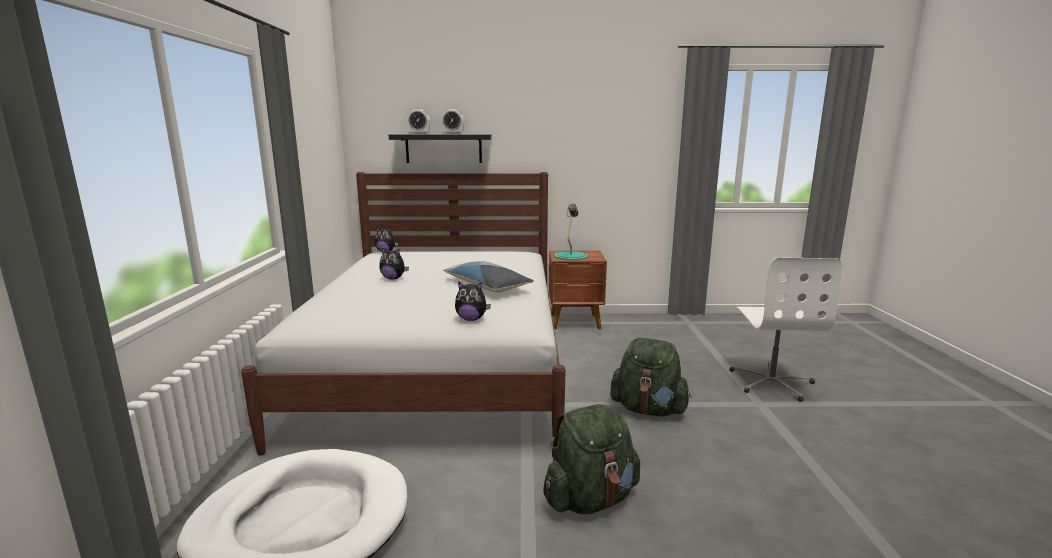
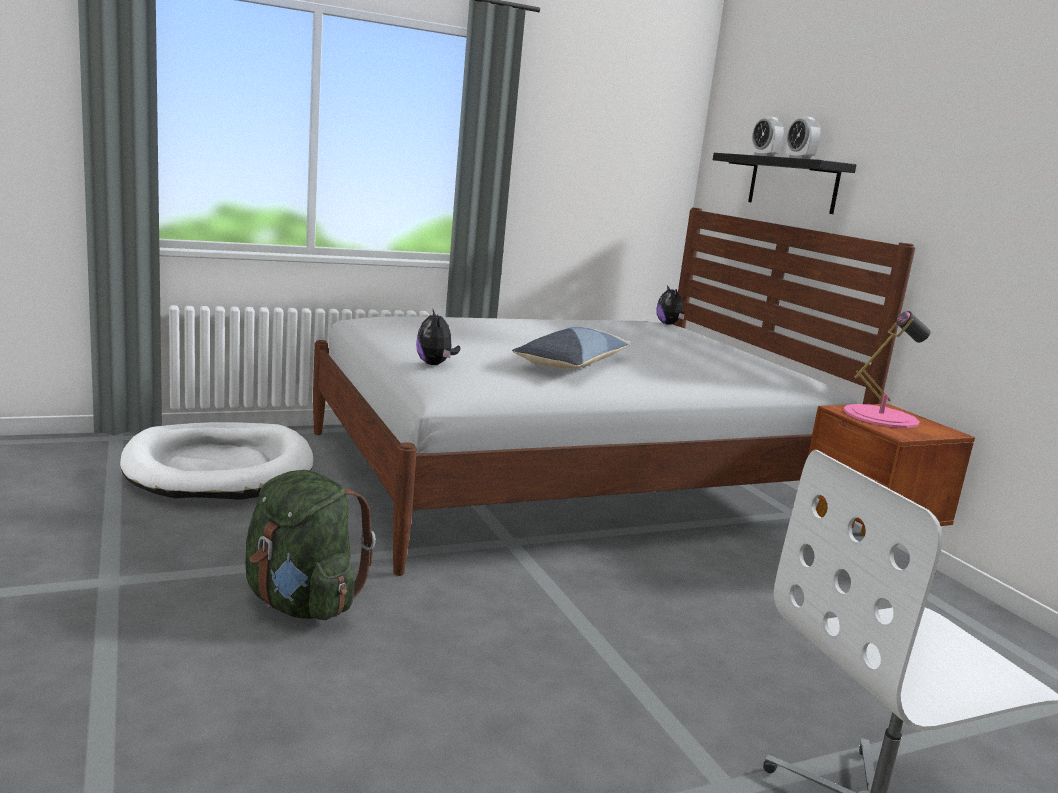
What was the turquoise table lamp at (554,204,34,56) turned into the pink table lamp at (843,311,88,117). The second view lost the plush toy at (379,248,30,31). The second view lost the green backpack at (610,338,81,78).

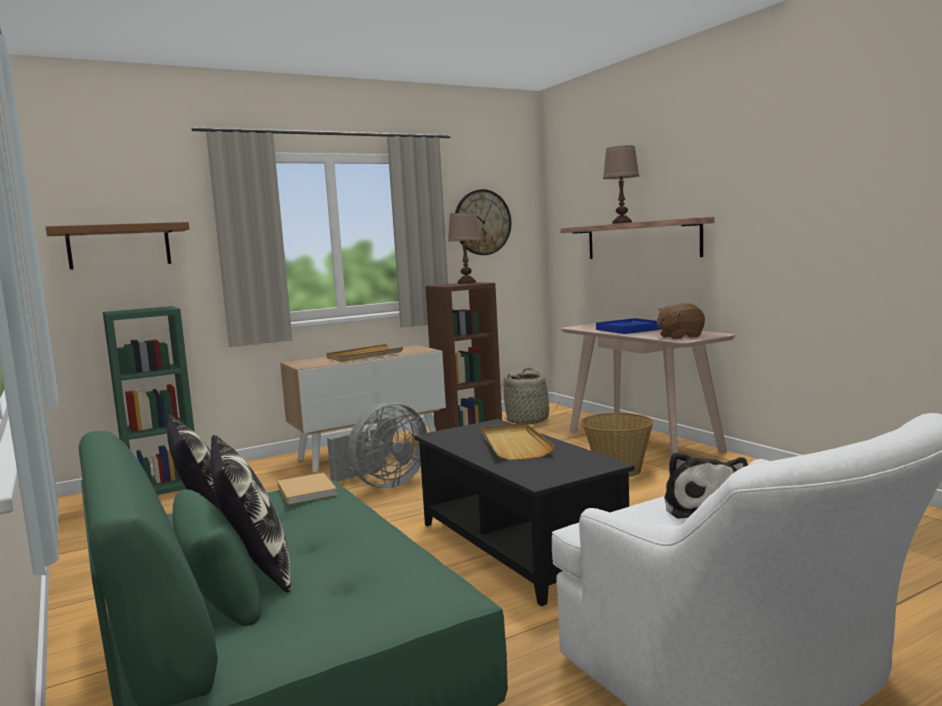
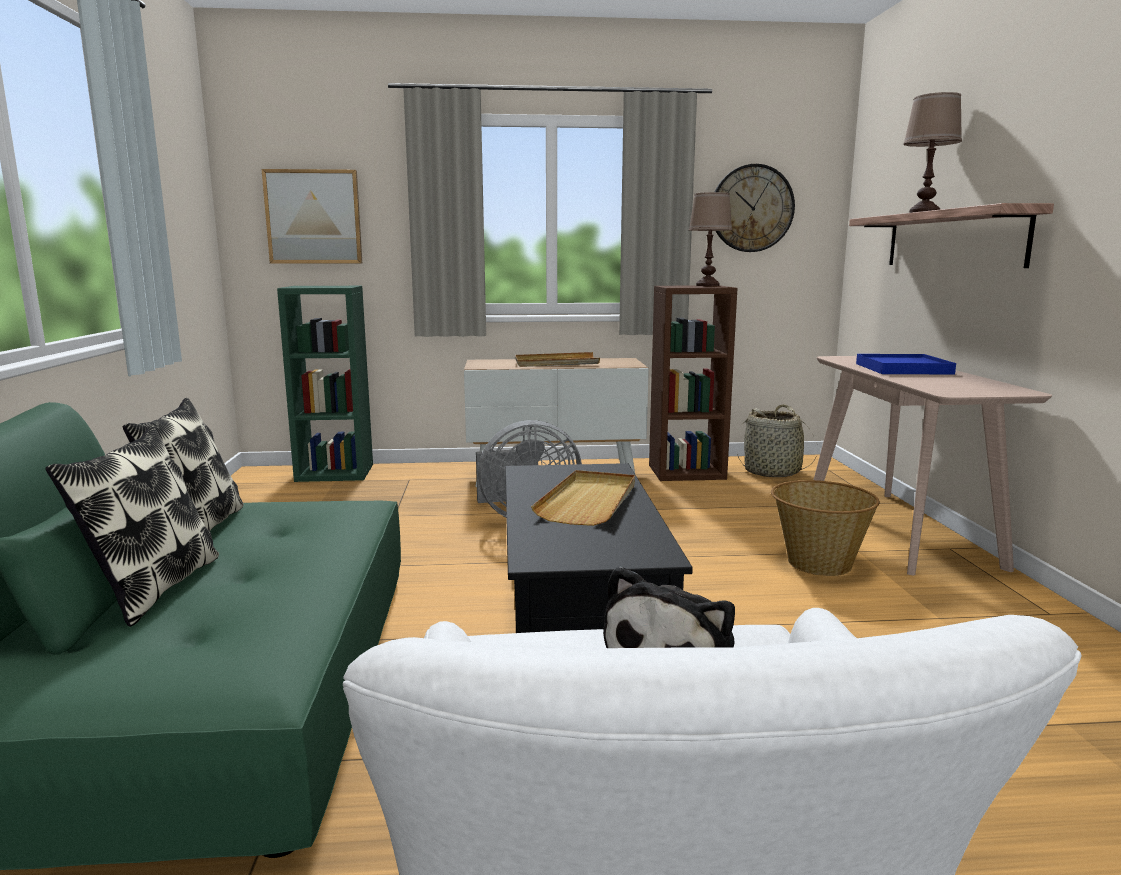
Where the brown shelf hung at (46,222,143,48), the picture came to hang at (262,169,100,94). The second view lost the brown plush toy at (657,303,48,36). The second view lost the beige book at (277,473,60,32).

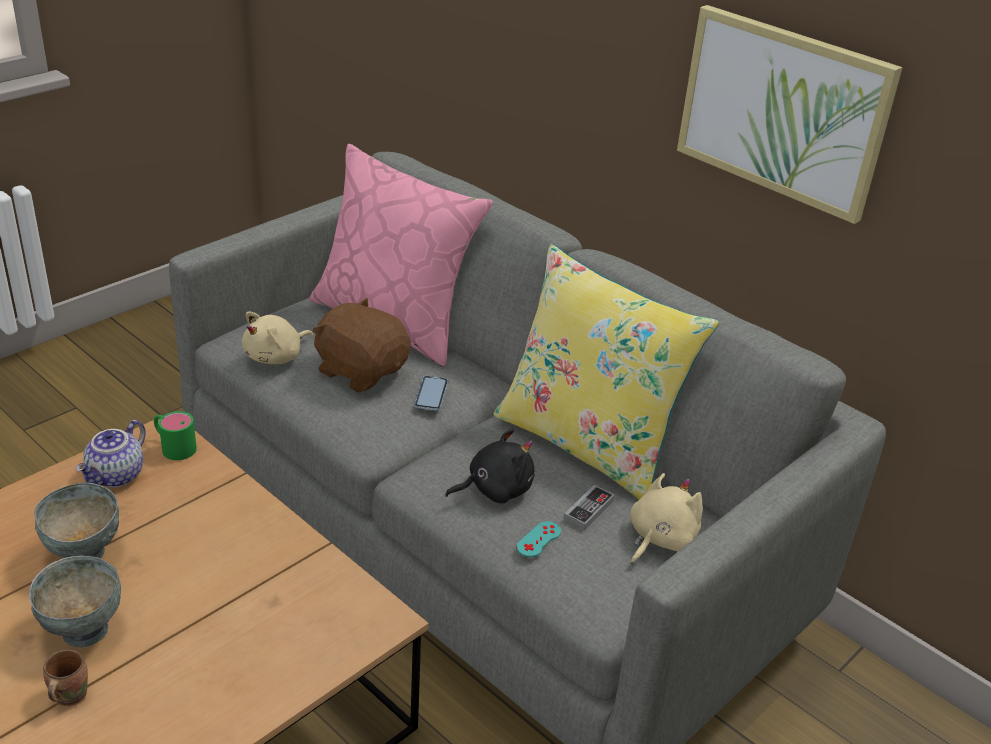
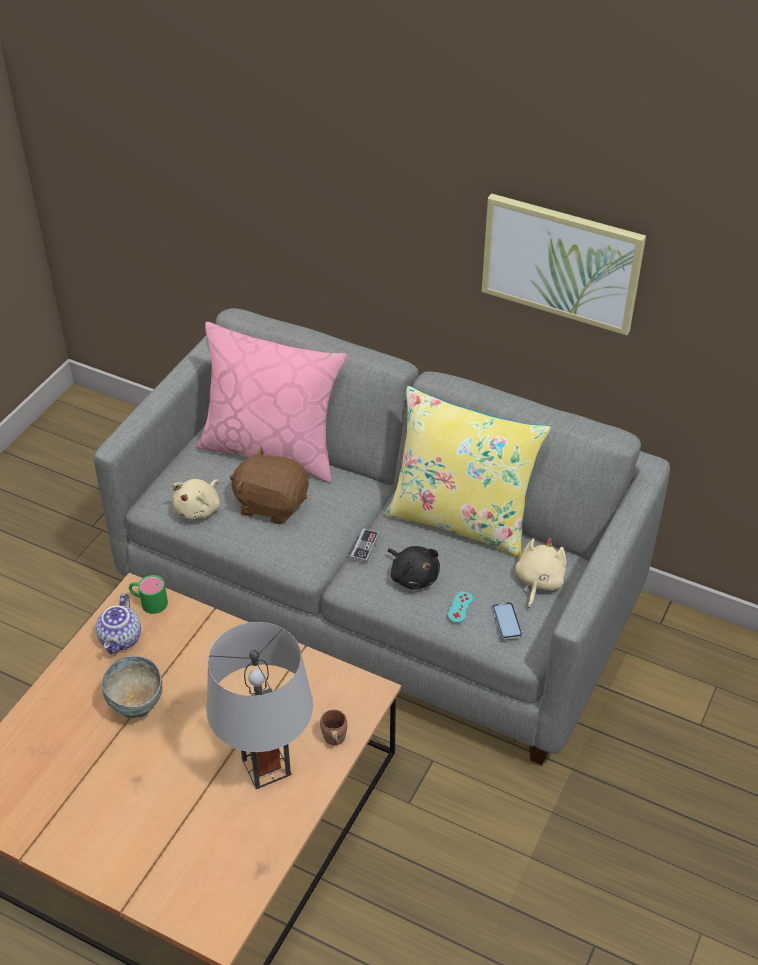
The phone ended up elsewhere, having gone from (414,376,34,35) to (492,602,31,38). The black plush toy at (445,429,90,74) ended up facing another way, 90 degrees clockwise from before. The game controller ended up elsewhere, having gone from (564,485,50,45) to (350,528,29,36). The second view lost the grey bowl at (29,556,92,91). The brown mug ended up elsewhere, having gone from (43,650,45,56) to (320,709,28,36). The second view gained the grey table lamp at (207,622,106,167).

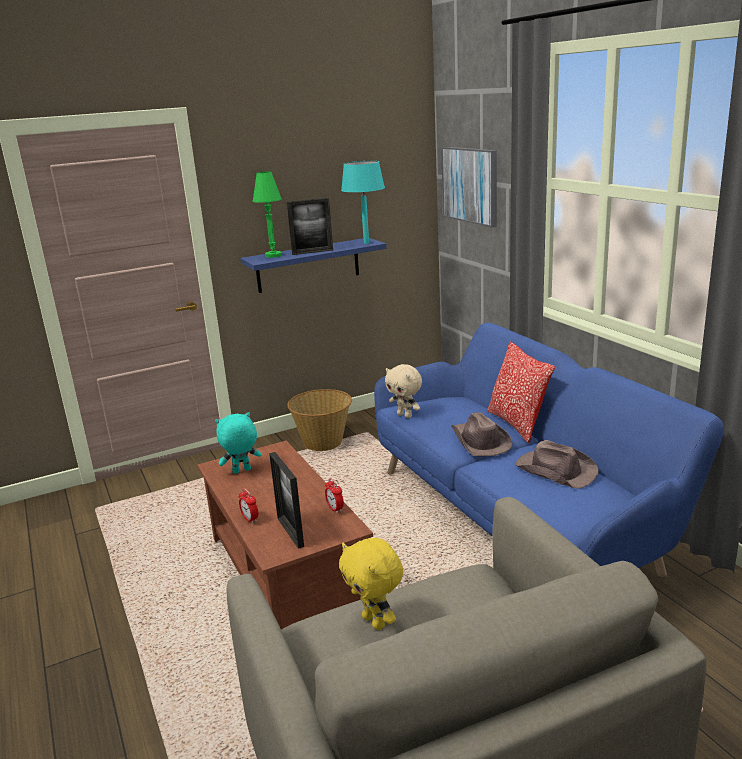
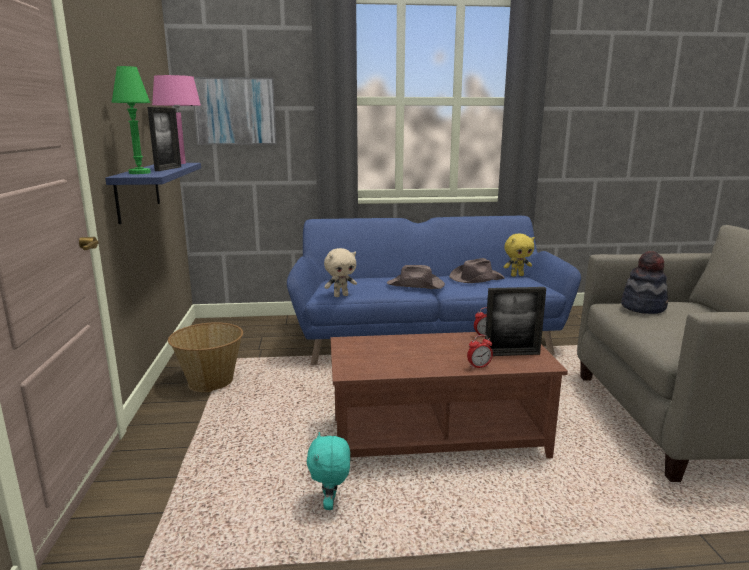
What was the turquoise table lamp at (341,161,44,83) turned into the pink table lamp at (152,75,49,89). The second view lost the pillow at (487,342,68,101). The turquoise plush toy ended up elsewhere, having gone from (215,412,47,62) to (307,432,43,78). The yellow plush toy ended up elsewhere, having gone from (339,538,64,92) to (504,234,31,43). The second view gained the hat at (621,251,47,63).

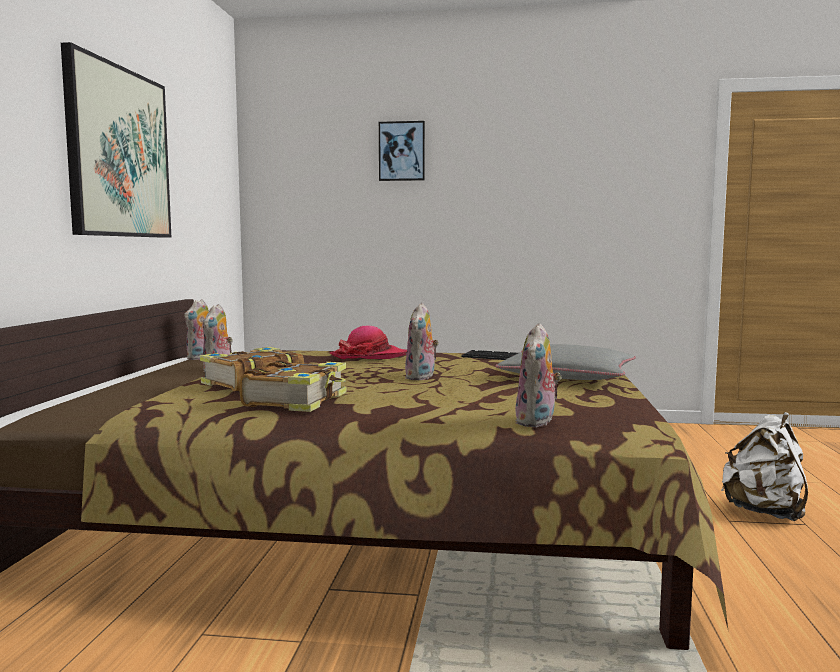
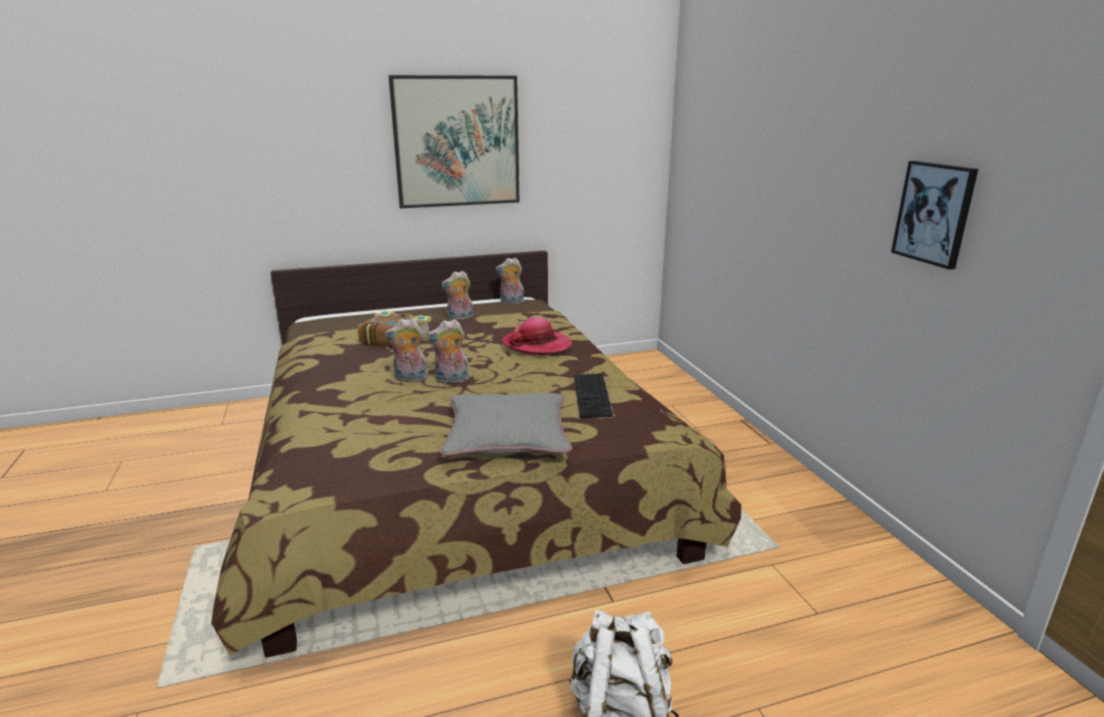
The picture ended up elsewhere, having gone from (379,121,46,60) to (891,161,87,109). The plush toy ended up elsewhere, having gone from (515,323,47,104) to (385,318,43,64). The second view lost the book at (240,360,106,52).

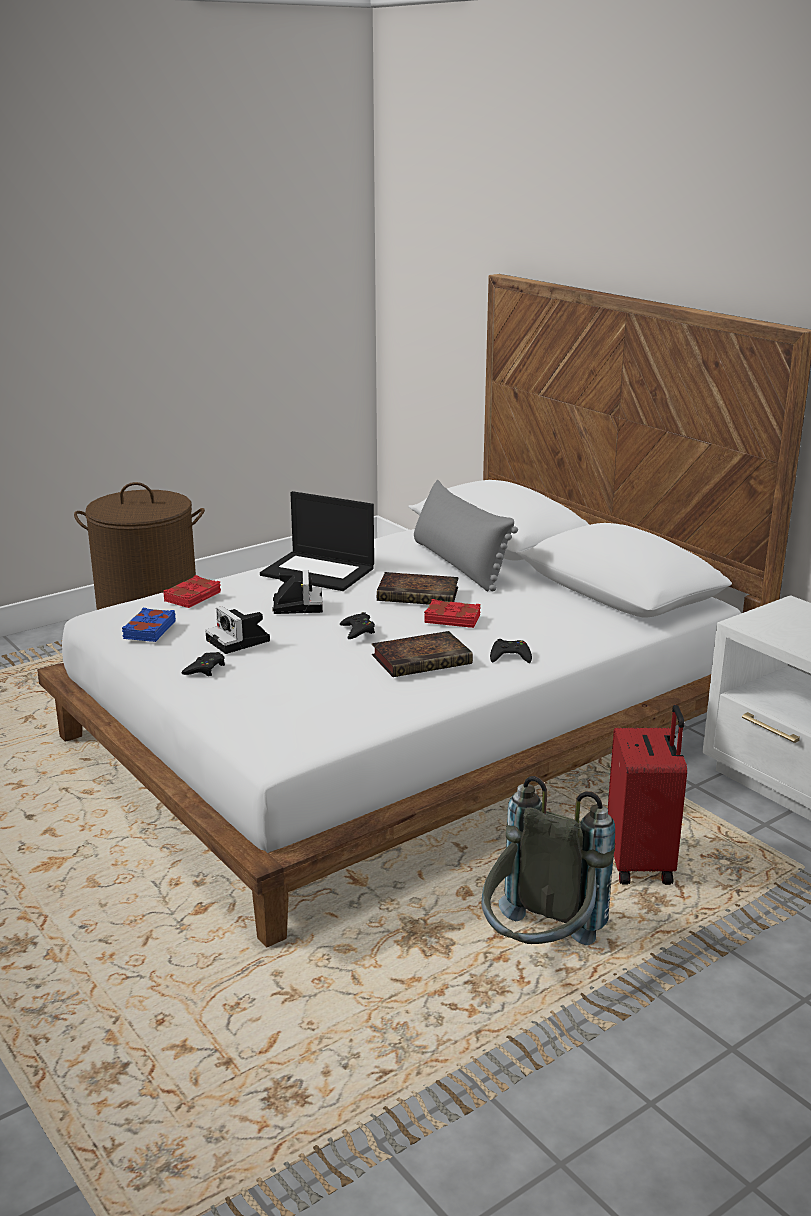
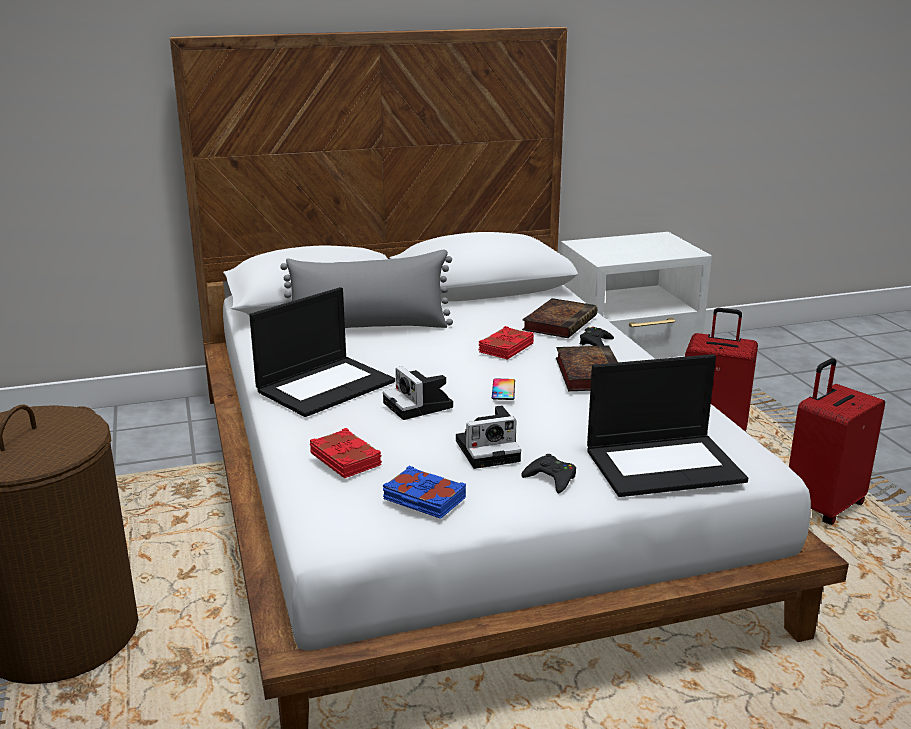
The photo camera at (273,570,50,44) ended up facing another way, 135 degrees counterclockwise from before. The book ended up elsewhere, having gone from (377,572,82,33) to (522,298,75,40). Where the black game controller stood at (340,612,35,27), the phone came to stand at (492,378,23,22). Where the grey backpack stood at (481,776,134,169), the red suitcase came to stand at (789,358,96,167). The second view gained the laptop at (587,354,161,143).

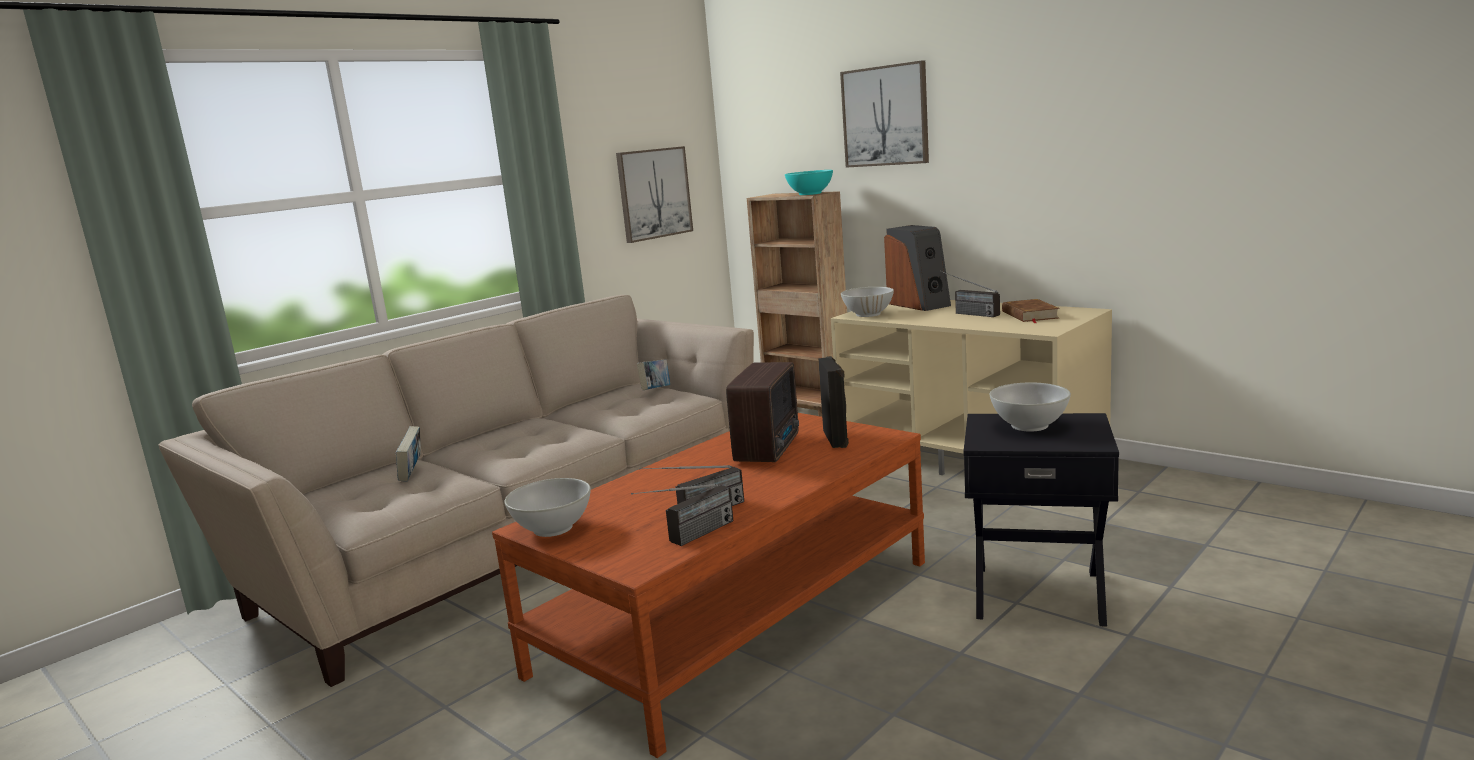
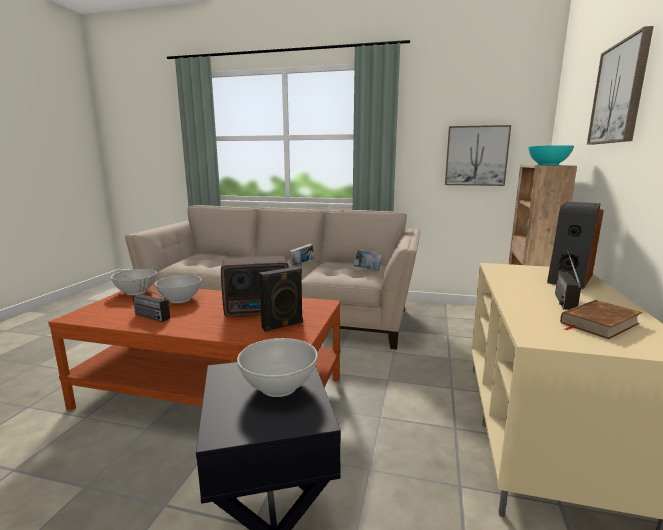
The white bowl ended up elsewhere, having gone from (841,287,53,30) to (155,275,47,28). The book ended up elsewhere, having gone from (396,426,25,55) to (289,244,25,22). The second view lost the radio at (631,484,102,62).

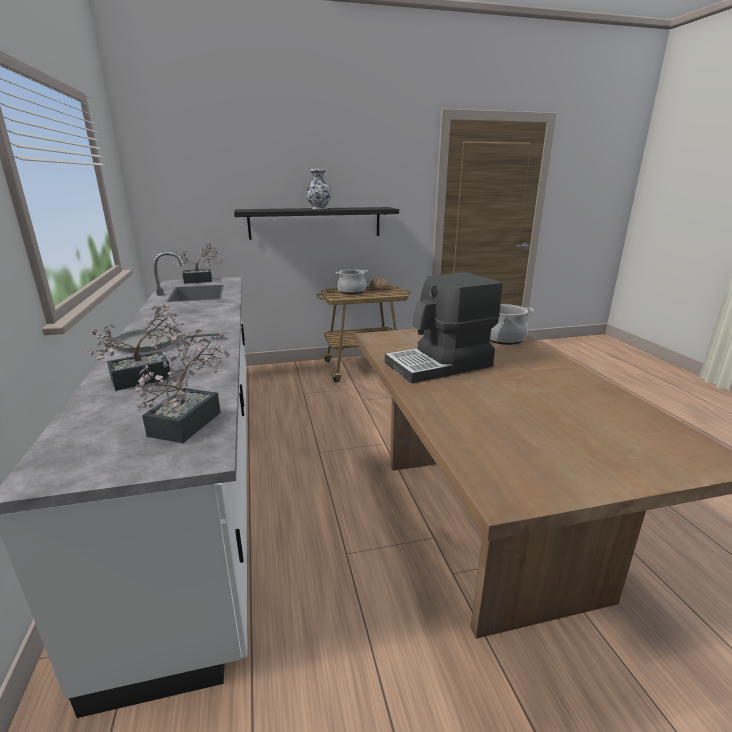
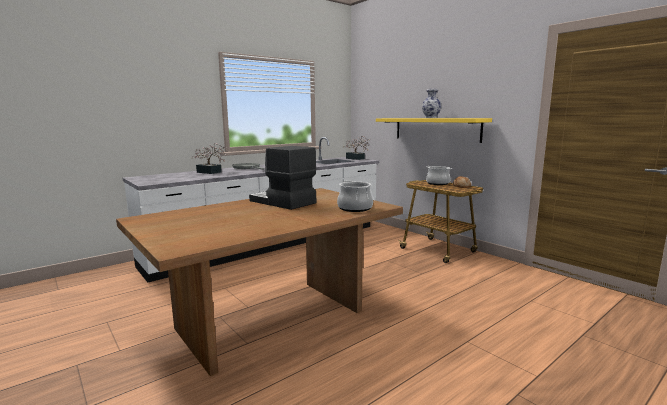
What was the black shelf at (234,207,165,33) turned into the yellow shelf at (376,118,116,25). The second view lost the potted plant at (135,327,95,116).

